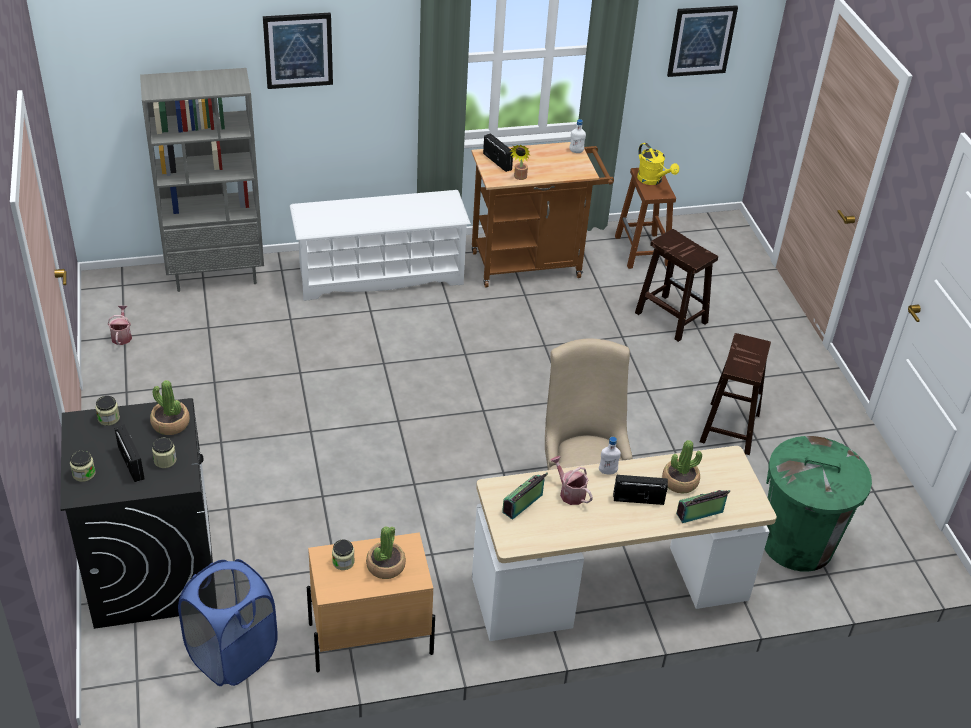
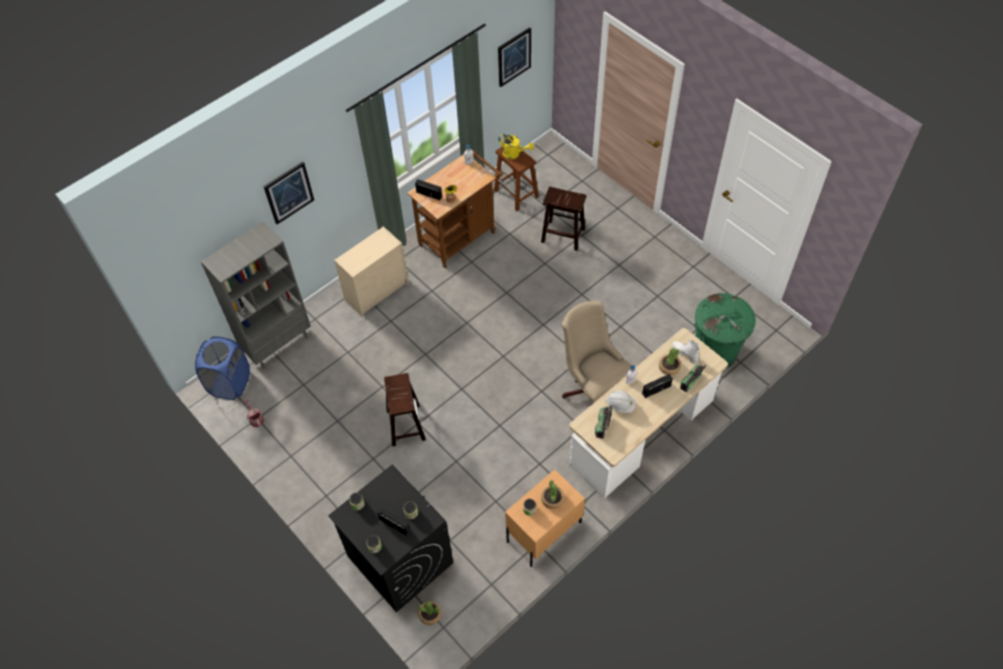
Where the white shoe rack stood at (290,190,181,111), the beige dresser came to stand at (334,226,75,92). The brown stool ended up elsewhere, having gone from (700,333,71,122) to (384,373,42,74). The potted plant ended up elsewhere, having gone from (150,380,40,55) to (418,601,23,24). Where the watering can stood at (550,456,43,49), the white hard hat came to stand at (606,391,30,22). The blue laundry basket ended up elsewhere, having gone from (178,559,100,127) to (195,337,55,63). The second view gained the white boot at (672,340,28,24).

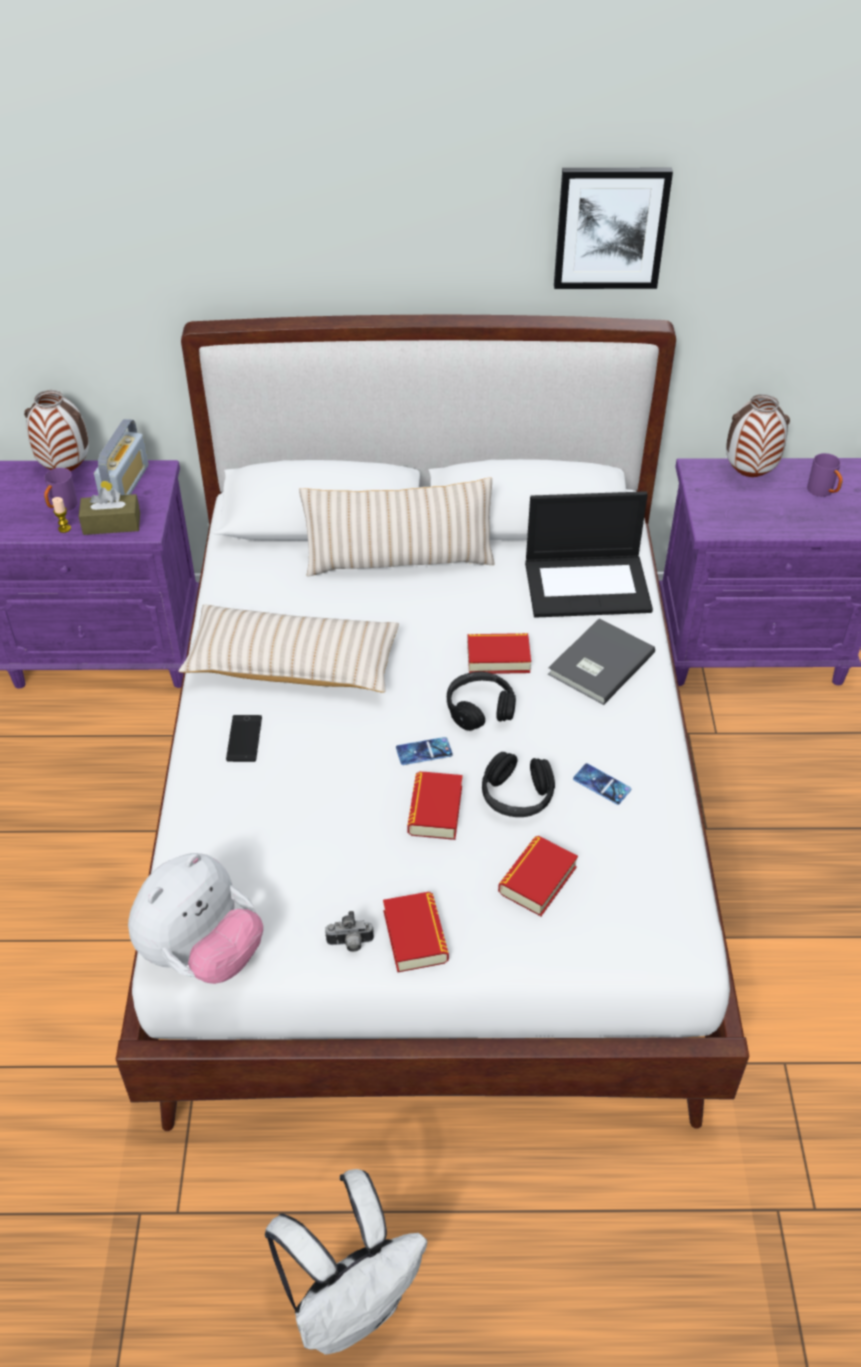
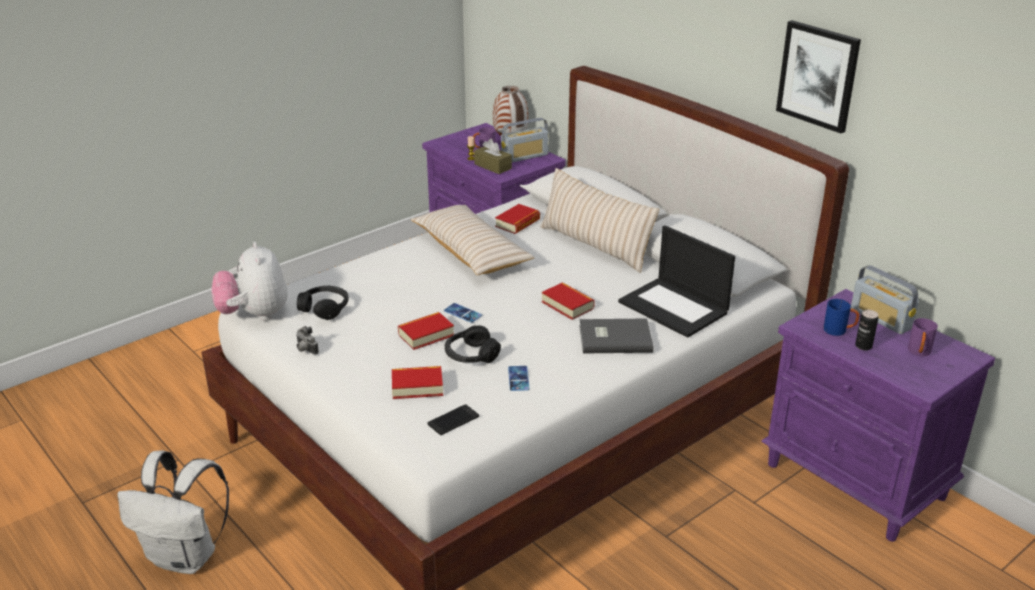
Where the vase stood at (726,394,64,83), the radio came to stand at (851,265,68,69). The black headphones ended up elsewhere, having gone from (447,672,69,59) to (297,286,51,34). The phone ended up elsewhere, having gone from (226,715,36,47) to (428,404,51,31). The plush toy at (128,853,135,131) ended up facing another way, 75 degrees clockwise from before. The book ended up elsewhere, having gone from (383,892,66,80) to (495,204,45,30). The second view gained the blue mug at (824,299,35,37). The second view gained the can at (855,310,23,40).

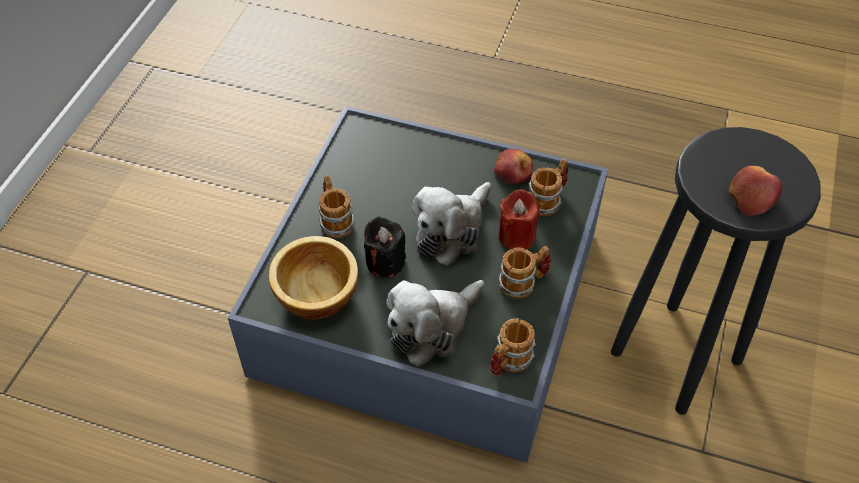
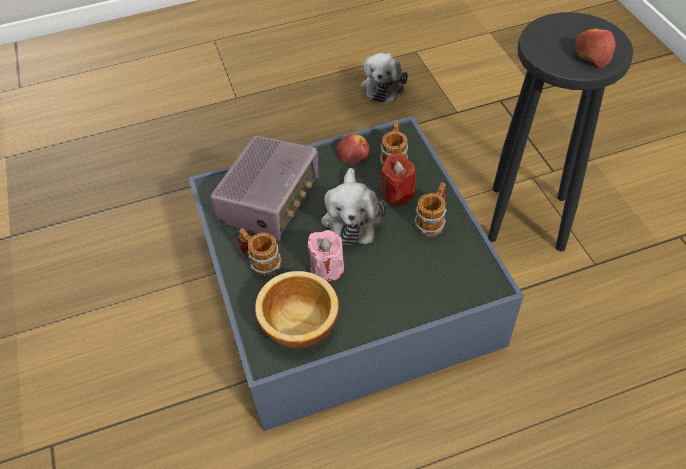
What was the black candle at (364,217,42,61) turned into the pink candle at (307,230,37,52). The plush toy ended up elsewhere, having gone from (386,280,99,86) to (361,53,47,50). The second view lost the mug at (490,318,46,58). The second view gained the radio at (210,136,108,105).

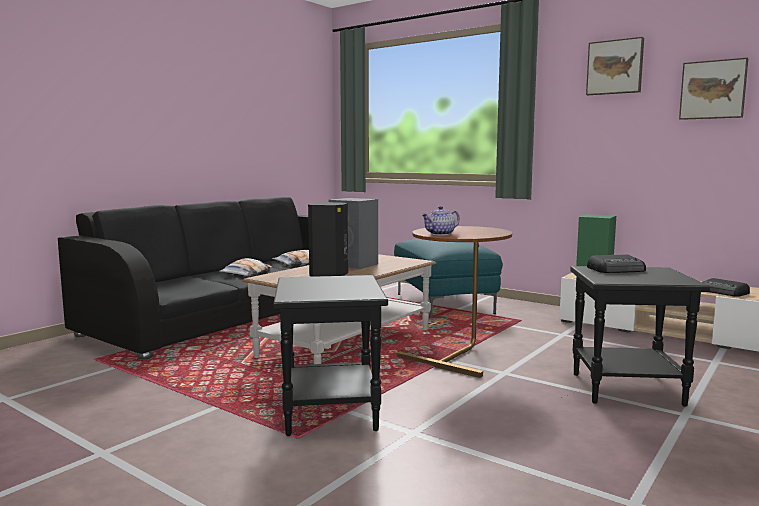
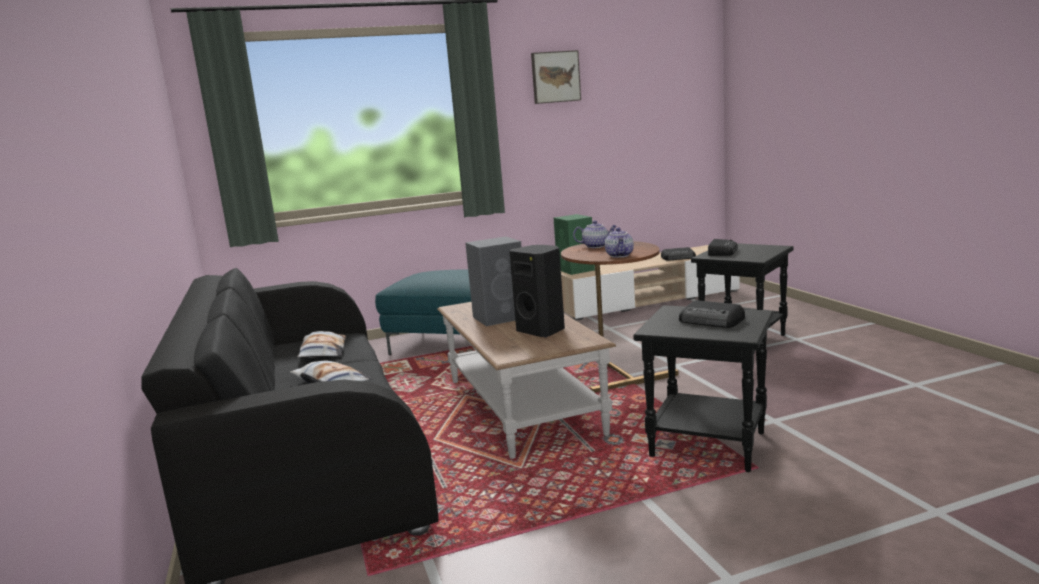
The second view lost the picture at (679,57,69,63). The second view gained the teapot at (573,221,44,27). The second view gained the radio at (679,300,66,28).

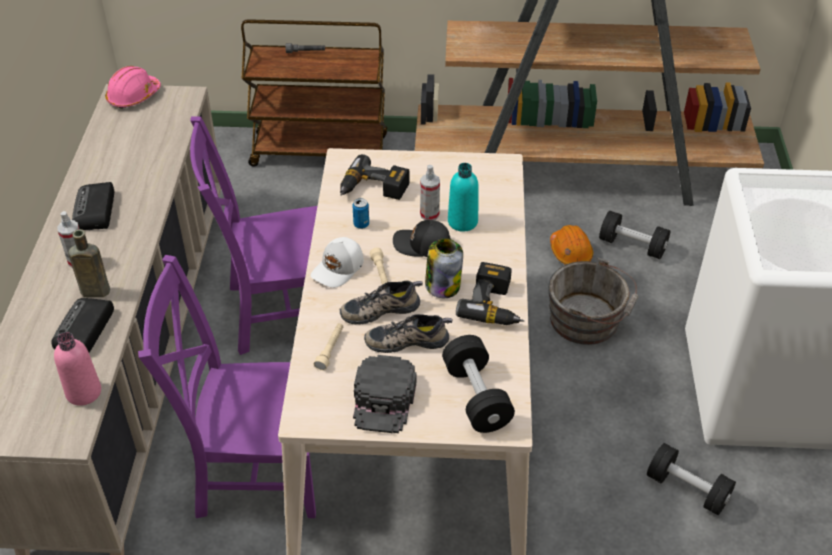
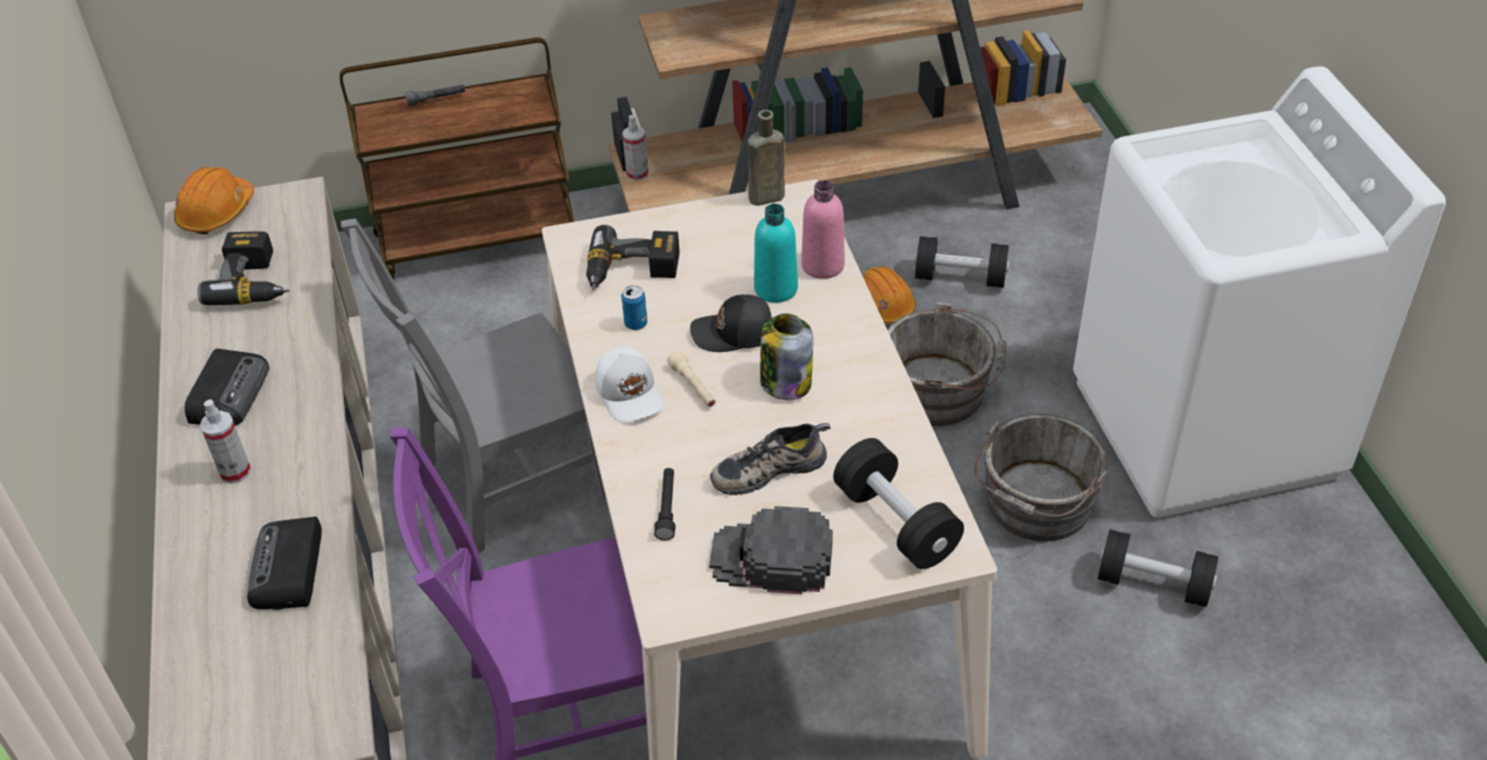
What was the pink hard hat at (105,66,56,43) turned into the orange hard hat at (174,167,80,67). What was the purple chair at (190,116,127,239) turned into the grey chair at (341,218,265,335). The spray bottle ended up elsewhere, having gone from (420,165,20,55) to (622,115,27,66). The radio at (72,182,42,48) ended up facing another way, 150 degrees counterclockwise from before. The brown bottle ended up elsewhere, having gone from (68,229,42,68) to (747,110,38,96). The white cap at (311,237,53,51) ended up facing another way, 45 degrees counterclockwise from before. The power drill ended up elsewhere, having gone from (456,262,68,63) to (197,231,92,74). The second view lost the shoe at (340,280,83,45). What was the beige flashlight at (314,323,29,48) turned into the black flashlight at (654,468,22,73). The pink bottle ended up elsewhere, having gone from (54,332,47,74) to (801,180,44,99). The black cap at (353,355,64,78) ended up facing another way, 105 degrees clockwise from before. The second view gained the grey bucket at (974,414,135,127).

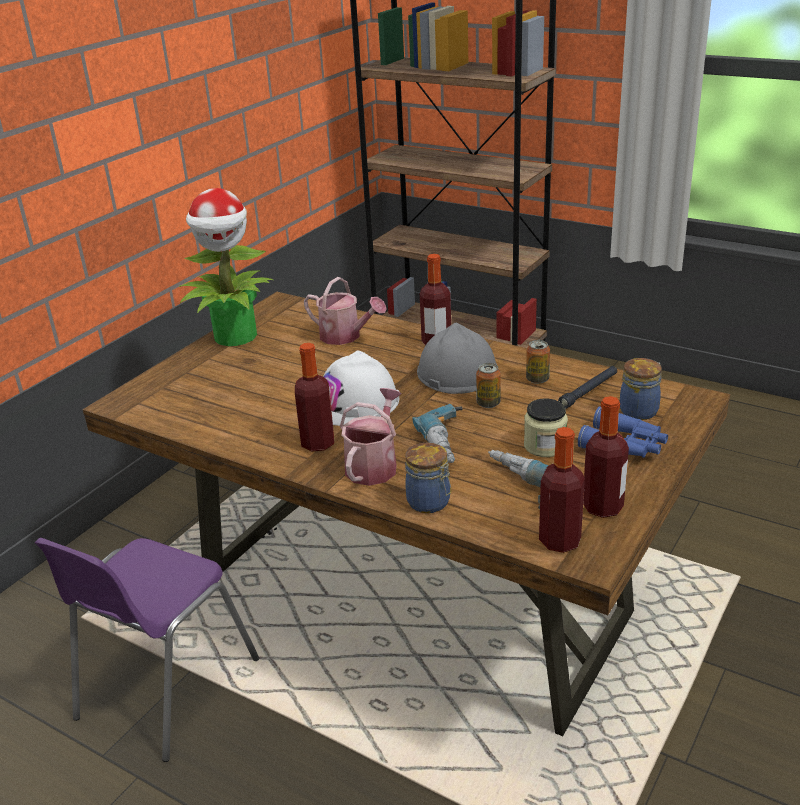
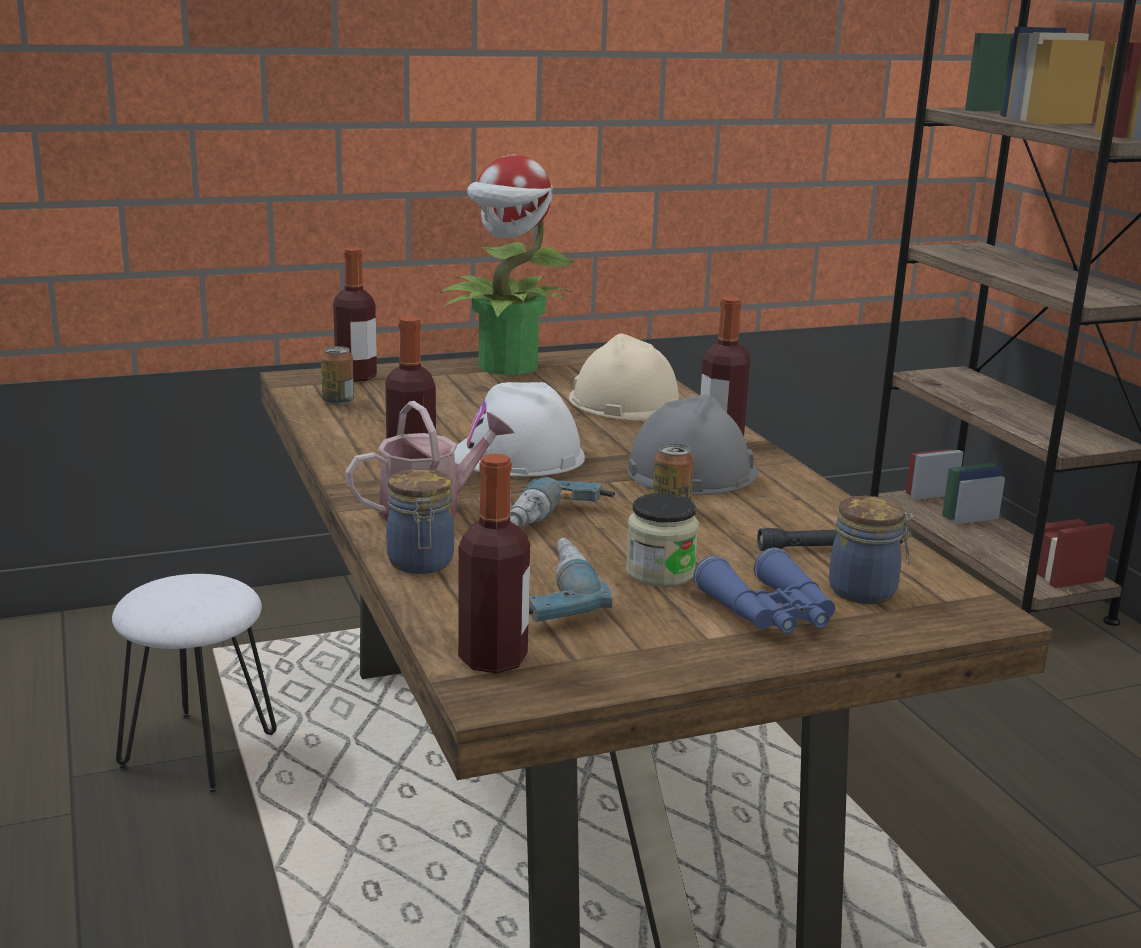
Where the watering can stood at (304,277,83,68), the beige hard hat came to stand at (569,333,110,88). The can ended up elsewhere, having gone from (526,340,24,44) to (321,346,33,59). The bottle ended up elsewhere, having gone from (583,396,46,122) to (333,247,44,135). Where the purple chair stood at (35,538,224,224), the white stool came to stand at (112,574,165,220).

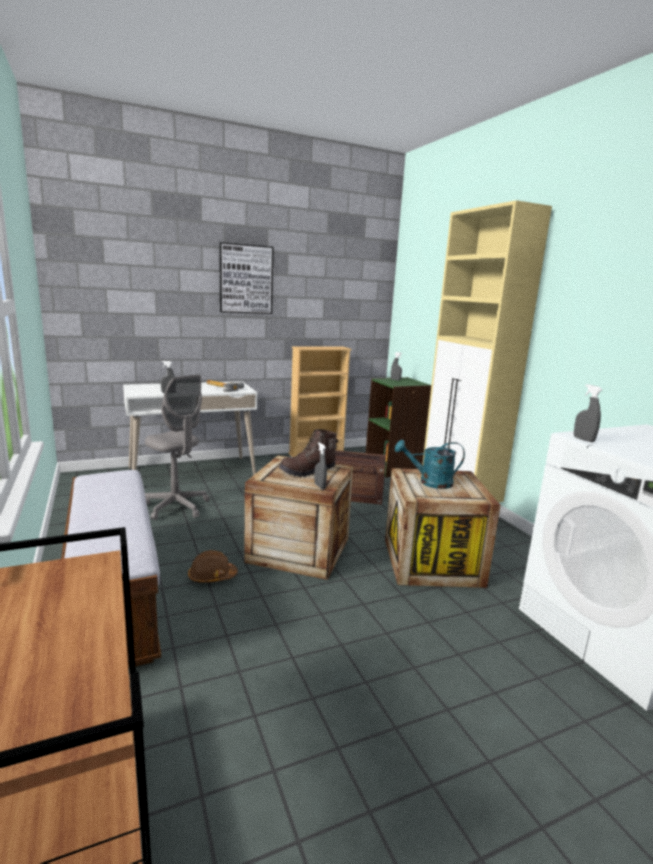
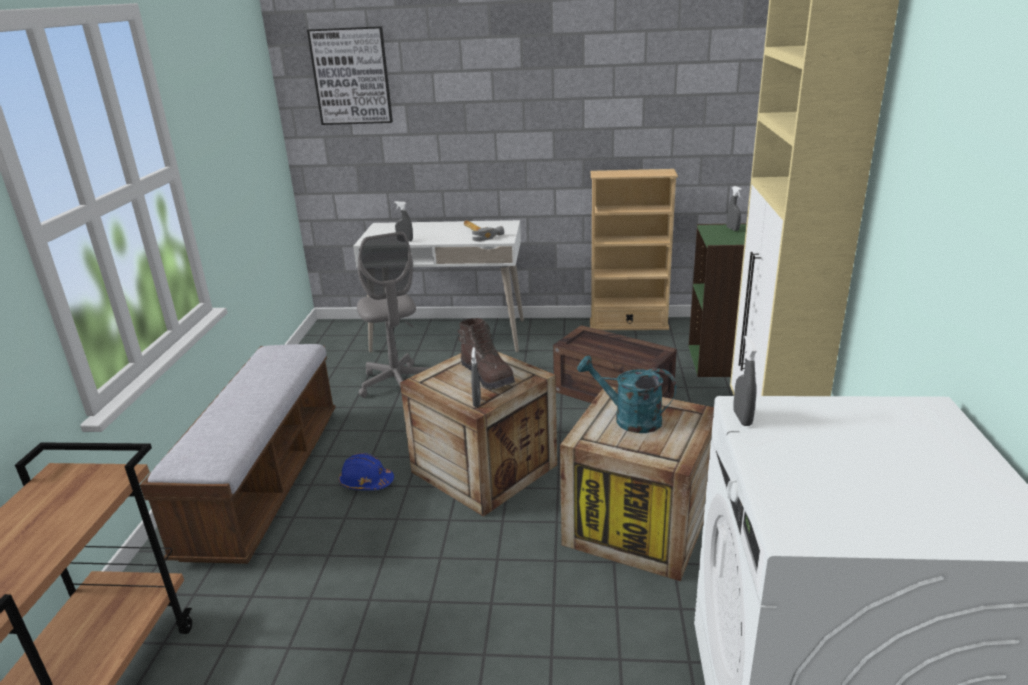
The picture ended up elsewhere, having gone from (219,242,55,72) to (307,26,86,99). The brown boot at (279,429,59,48) ended up facing another way, 120 degrees counterclockwise from before. What was the brown hard hat at (188,550,50,33) turned into the blue hard hat at (339,453,55,37).

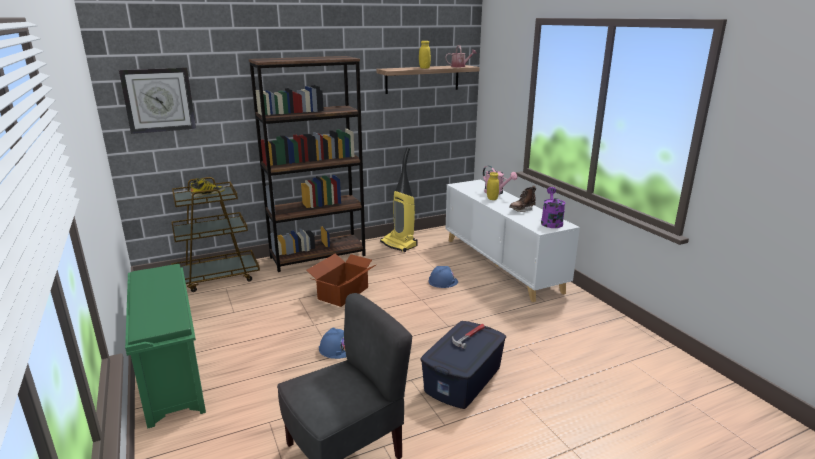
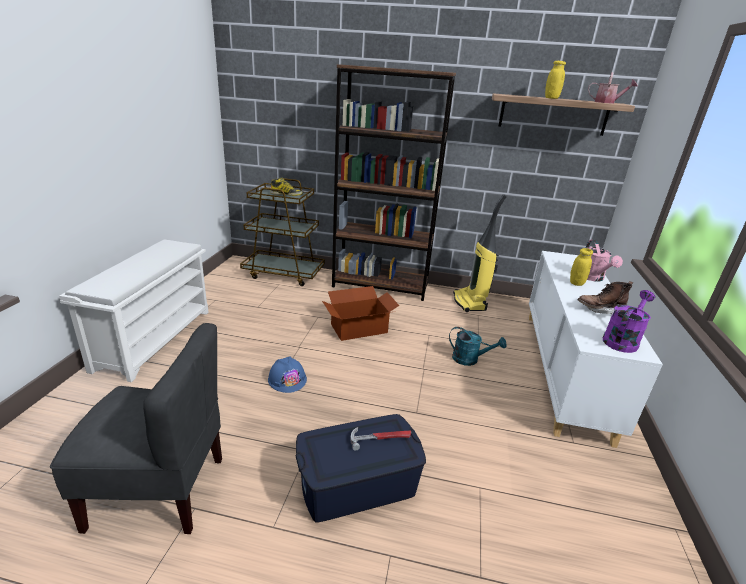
The second view lost the wall clock at (119,67,77,67). What was the green shoe rack at (125,264,81,165) turned into the white shoe rack at (59,240,150,142). Where the blue hard hat stood at (428,266,30,22), the turquoise watering can came to stand at (449,327,58,39).

